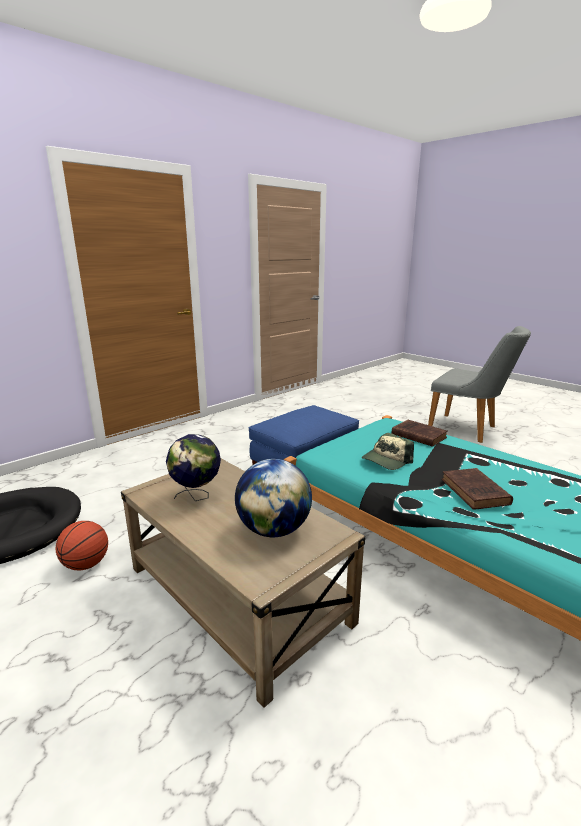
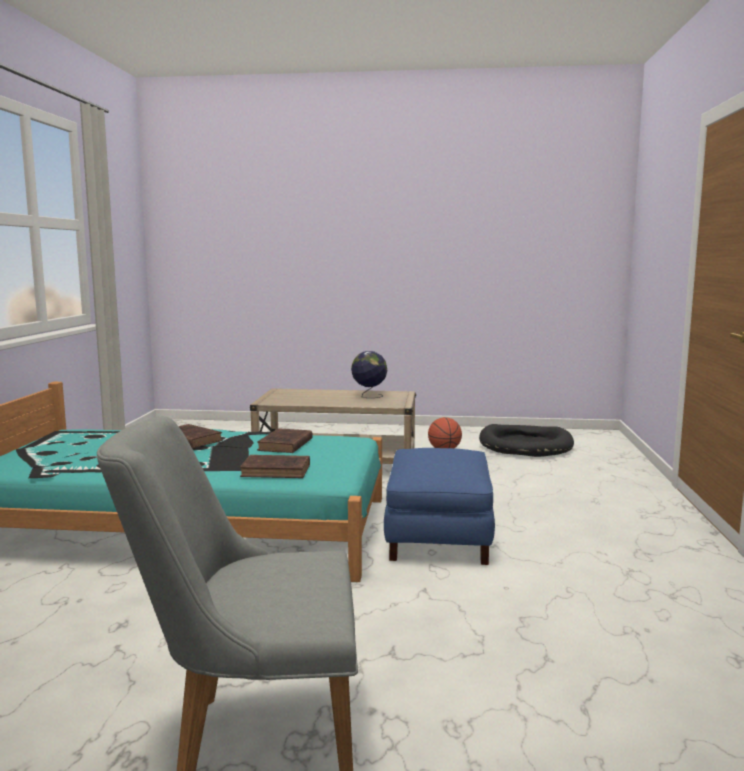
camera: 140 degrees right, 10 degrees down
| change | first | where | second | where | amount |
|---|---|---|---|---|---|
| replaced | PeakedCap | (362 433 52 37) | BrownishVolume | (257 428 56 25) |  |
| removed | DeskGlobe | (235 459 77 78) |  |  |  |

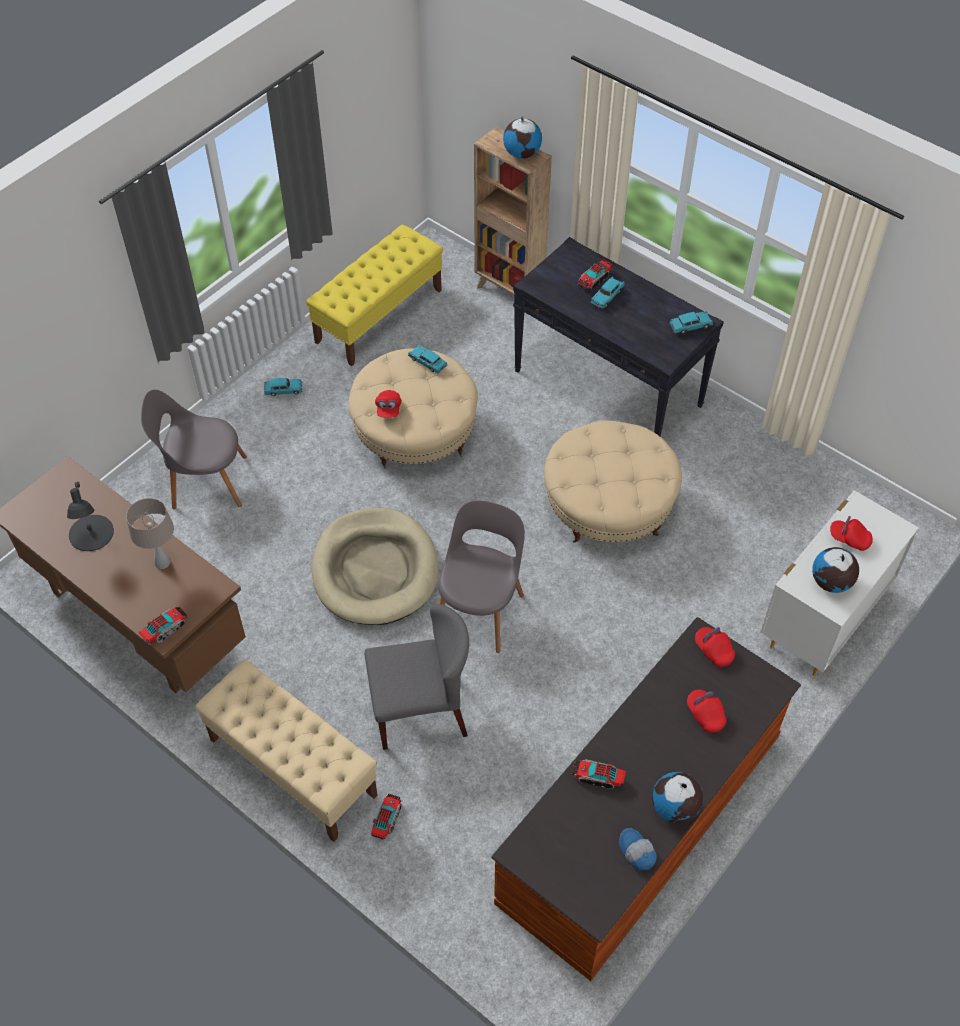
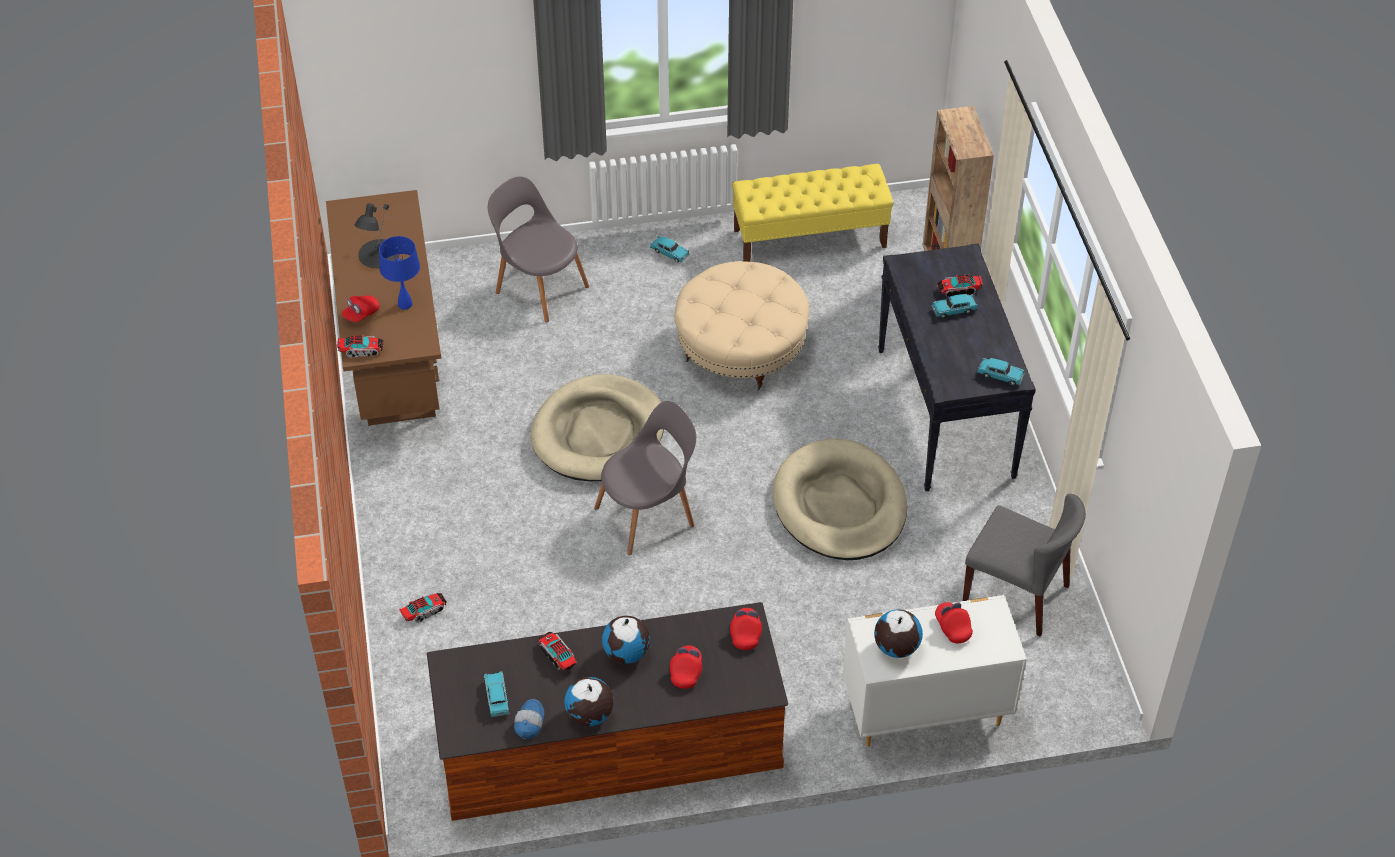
camera: 40 degrees right, 5 degrees down
| change | first | where | second | where | amount |
|---|---|---|---|---|---|
| moved | DeskGlobe | (503 116 39 43) |  | (602 616 48 48) |  |
| moved | BlueGreenModelCar | (408 345 39 28) |  | (484 671 26 46) |  |
| moved | RedColouredPeakedCap | (375 390 27 28) |  | (342 296 38 26) |  |
| replaced | BeigeFootrest | (544 420 138 122) | BeigePetBed | (773 439 134 121) |  |
| recoloured | BeigeLampForATable | (126 498 48 71) | BluishLampForATable | (379 236 41 74) |  |
| moved | GreyishChair | (365 604 104 146) |  | (963 494 123 143) |  |
| removed | BeigeIndoorBench | (195 659 182 183) |  |  |  |

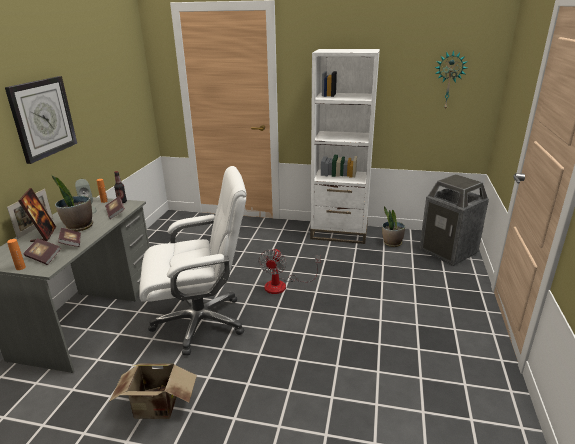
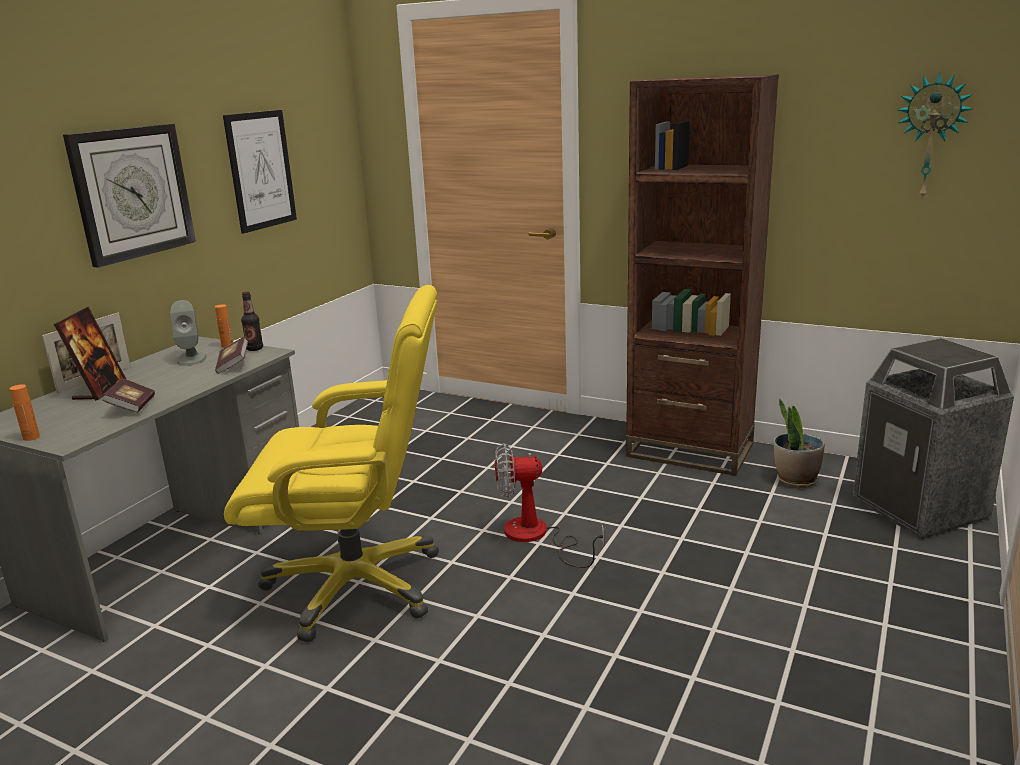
camera: 15 degrees right, 5 degrees down
| change | first | where | second | where | amount |
|---|---|---|---|---|---|
| recoloured | WhitishShelvingUnit | (310 49 70 195) | BrownishShelvingUnit | (626 75 153 401) |  |
| recoloured | WhitishComputerChair | (139 166 107 190) | YellowishComputerChair | (224 285 215 357) |  |
| removed | Houseplant | (52 175 41 56) |  |  |  |
| removed | Volume | (23 238 38 27) |  |  |  |
| turned | CoolingFan | (258 248 63 46) |  | (495 443 109 125) | 60 degrees clockwise |
| removed | CardboardBox | (109 364 88 55) |  |  |  |
| added |  |  | Picture | (223 110 74 124) |  |

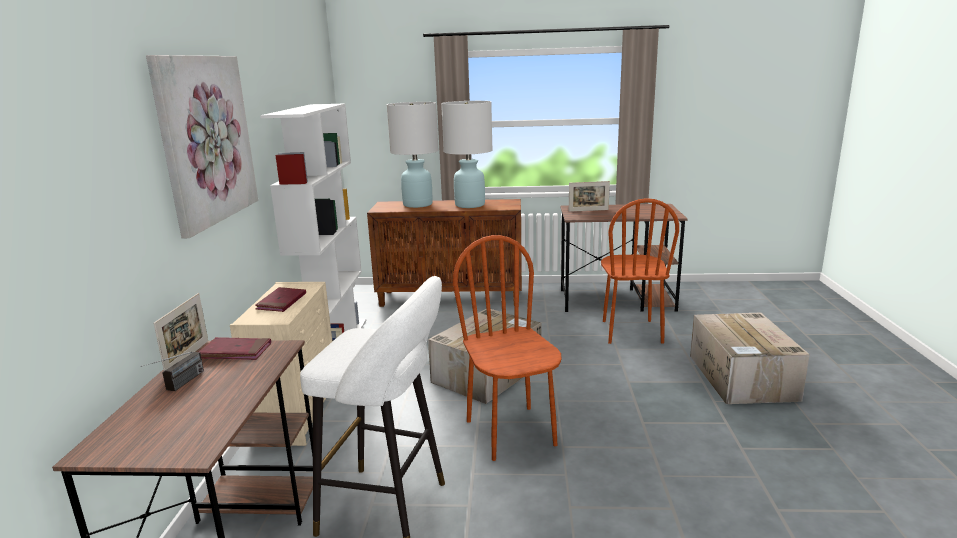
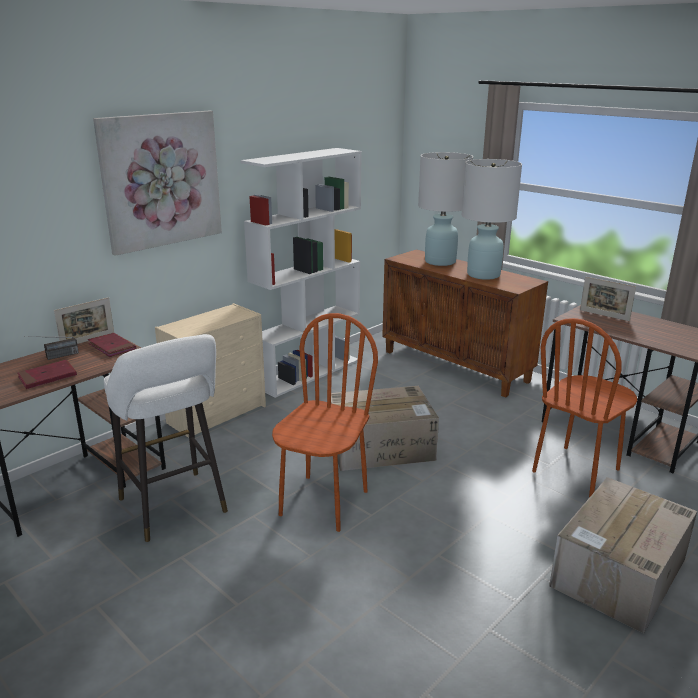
camera: 40 degrees right, 5 degrees up
| change | first | where | second | where | amount |
|---|---|---|---|---|---|
| moved | RedColouredVolume | (255 287 51 25) |  | (17 360 60 29) |  |

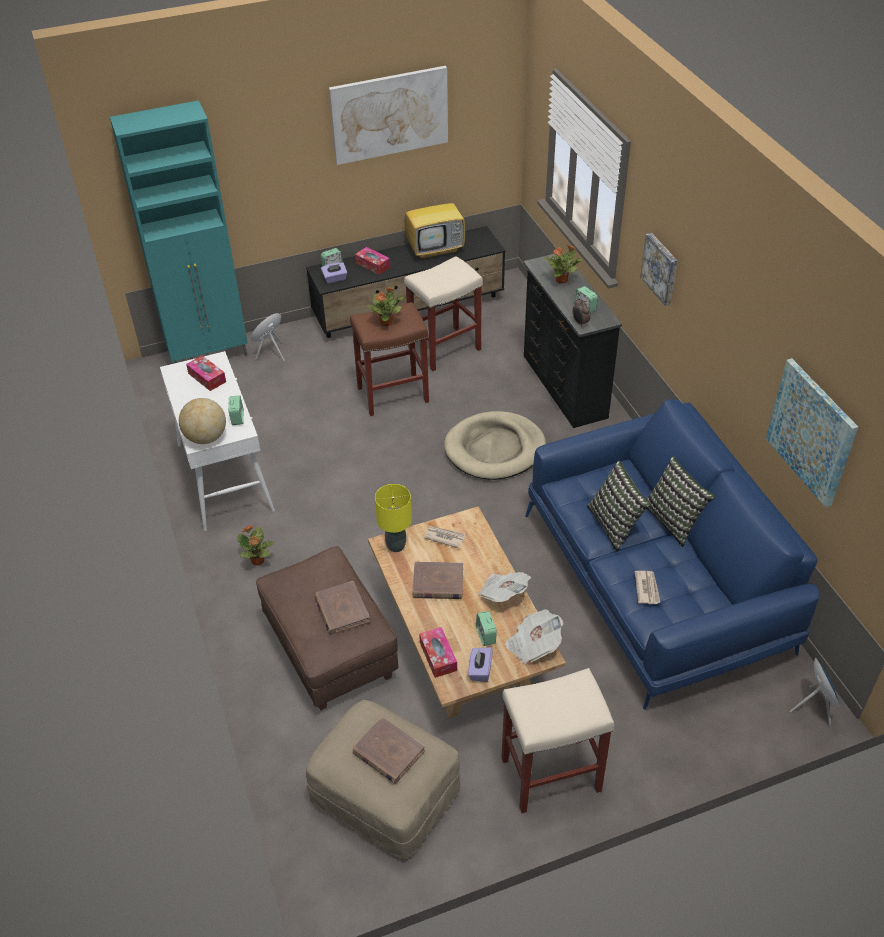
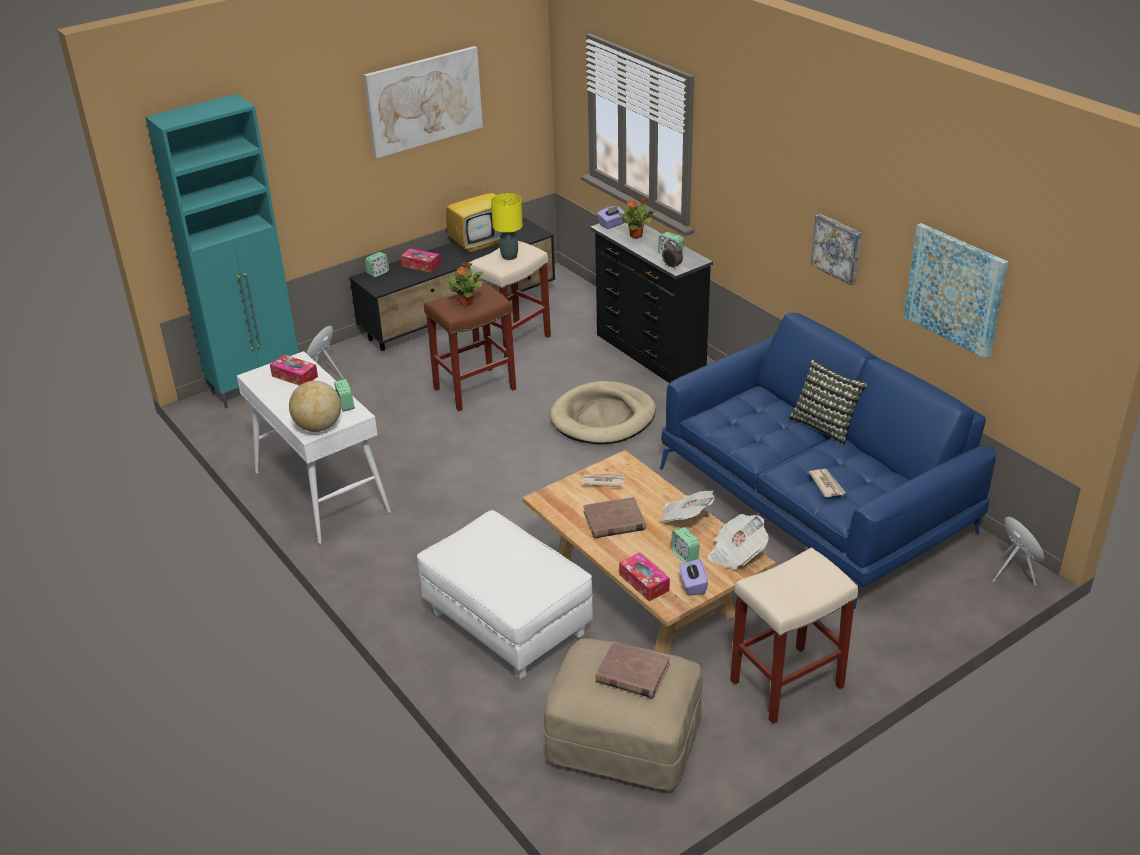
camera: 15 degrees left, 10 degrees down
| change | first | where | second | where | amount |
|---|---|---|---|---|---|
| moved | Picture | (640 233 38 73) |  | (811 214 50 72) |  |
| moved | PurplishBoxOfTissues | (321 262 26 21) |  | (597 206 28 23) |  |
| removed | Pillow | (587 461 64 91) |  |  |  |
| moved | YellowishLampForATable | (375 484 37 68) |  | (491 193 32 67) |  |
| removed | Houseplant | (237 525 37 40) |  |  |  |
| recoloured | BrownishFootrest | (256 546 143 164) | WhitishFootrest | (417 510 176 169) |  |
| removed | BrownishVolume | (314 581 56 54) |  |  |  |

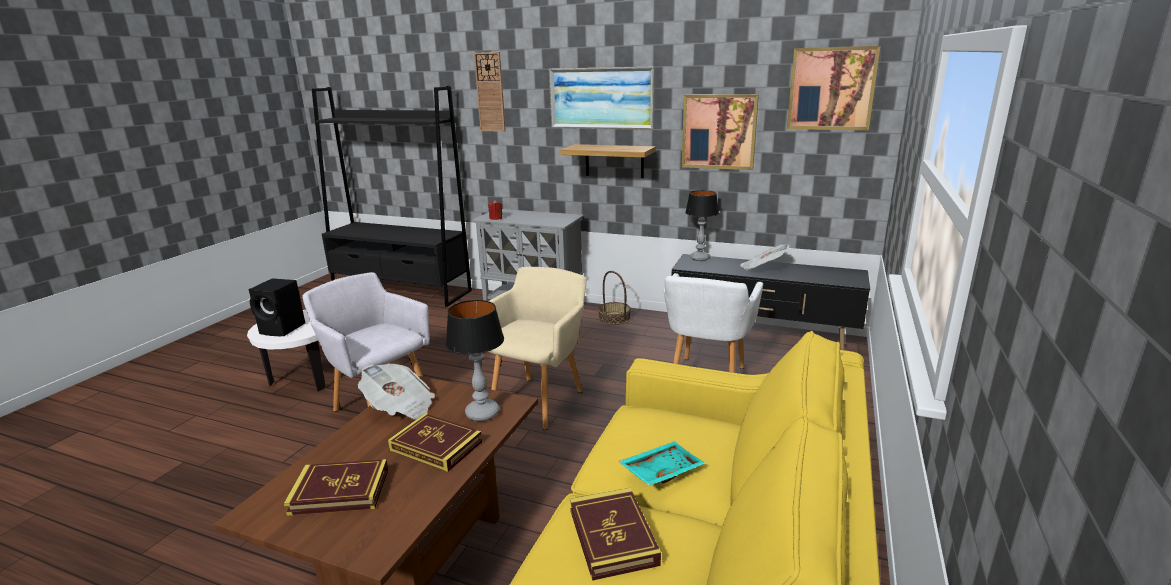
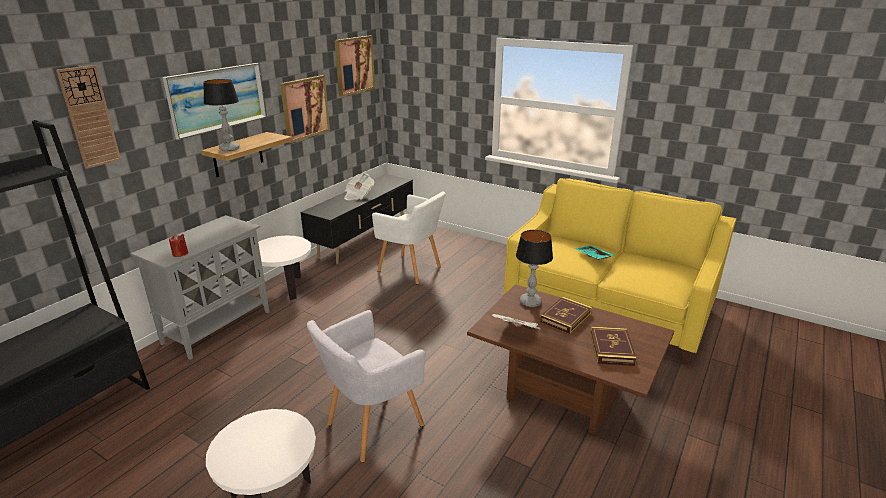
camera: 80 degrees left, 5 degrees up
| change | first | where | second | where | amount |
|---|---|---|---|---|---|
| moved | LampForATable | (685 190 34 71) |  | (203 79 37 73) |  |
| removed | BeigeArmchair | (488 267 98 163) |  |  |  |
| replaced | Basket | (598 271 33 54) | WhitishSideTable | (258 235 53 65) |  |
| removed | BlackAudioSpeaker | (248 278 57 58) |  |  |  |
| removed | Volume | (570 488 91 93) |  |  |  |

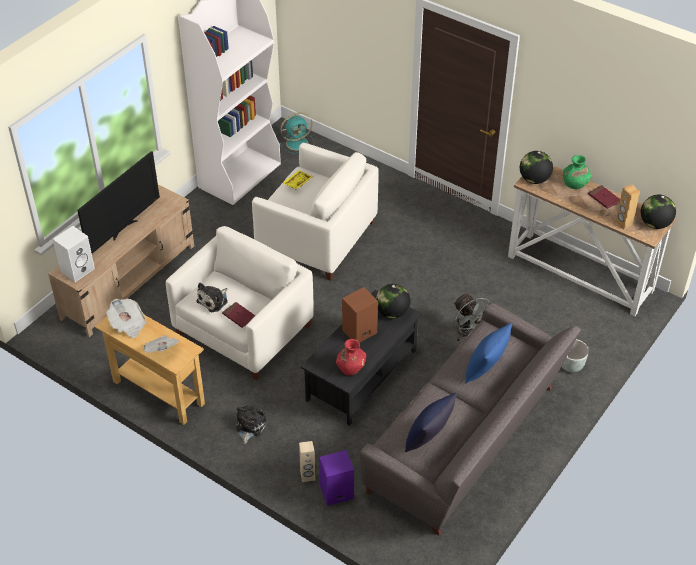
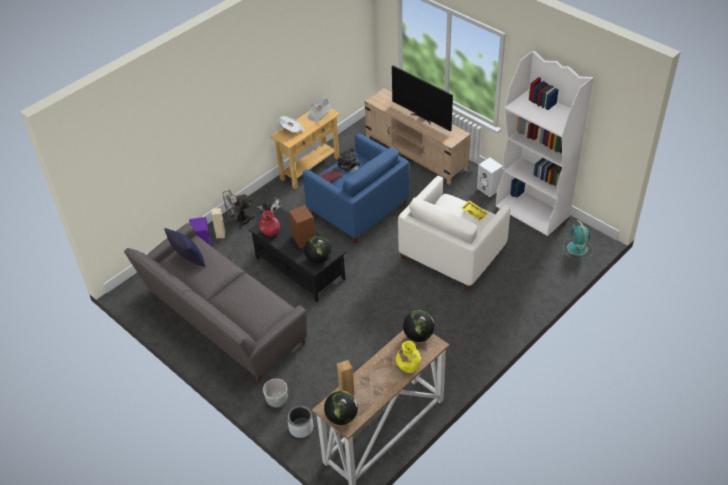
camera: 100 degrees right, 0 degrees up
| change | first | where | second | where | amount |
|---|---|---|---|---|---|
| recoloured | GreenColouredFlowerVase | (563 155 29 34) | YellowishFlowerVase | (396 341 25 32) |  |
| removed | RedColouredVolume | (588 185 32 24) |  |  |  |
| moved | WhitishAudioSpeaker | (53 226 42 56) |  | (477 158 26 39) |  |
| recoloured | WhitishArmchair | (166 226 148 154) | BluishArmchair | (303 133 106 111) |  |
| moved | GreyishCoolingFan | (454 293 36 48) |  | (222 190 33 39) |  |
| removed | BluishPillow | (465 323 47 60) |  |  |  |
| added |  |  | GreyishPlantPot | (287 405 26 33) |  |

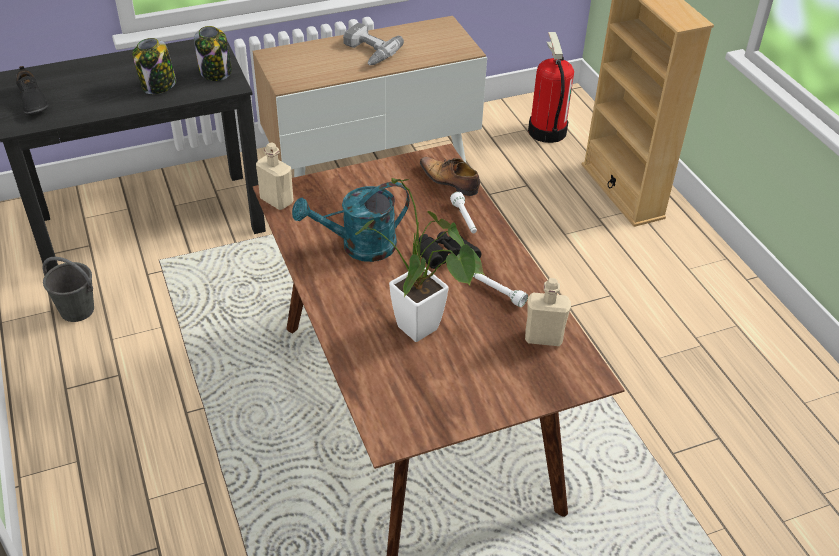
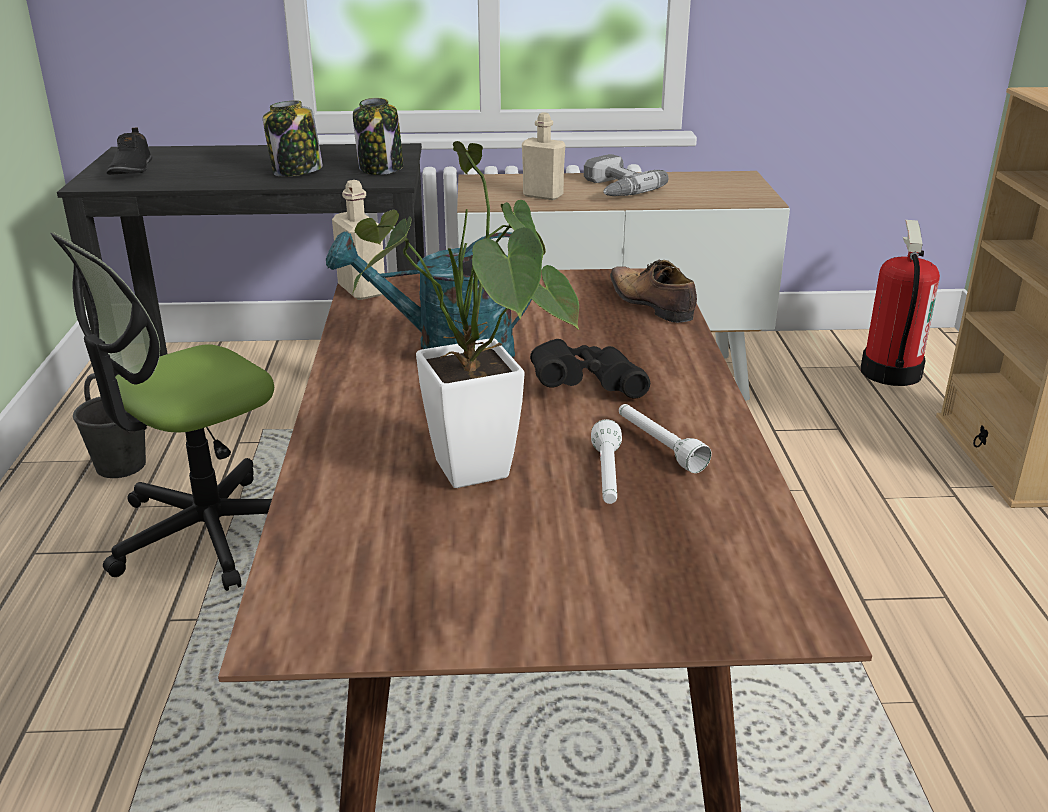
camera: 20 degrees right, 15 degrees down
| change | first | where | second | where | amount |
|---|---|---|---|---|---|
| moved | WhitishFlashlight | (450 192 27 41) |  | (591 419 31 85) |  |
| moved | BeigeBeverageBottle | (525 278 46 68) |  | (522 112 43 88) |  |
| added |  |  | ComputerChair | (50 232 224 359) |  |

